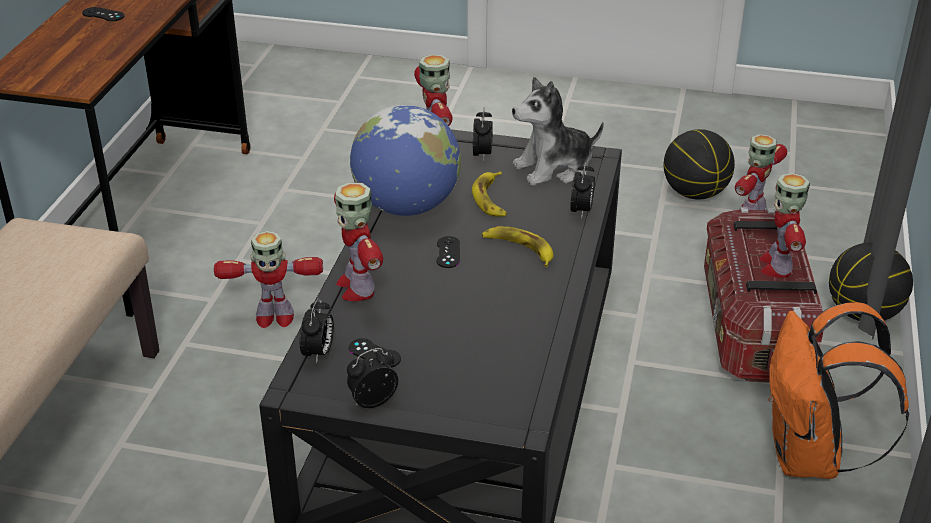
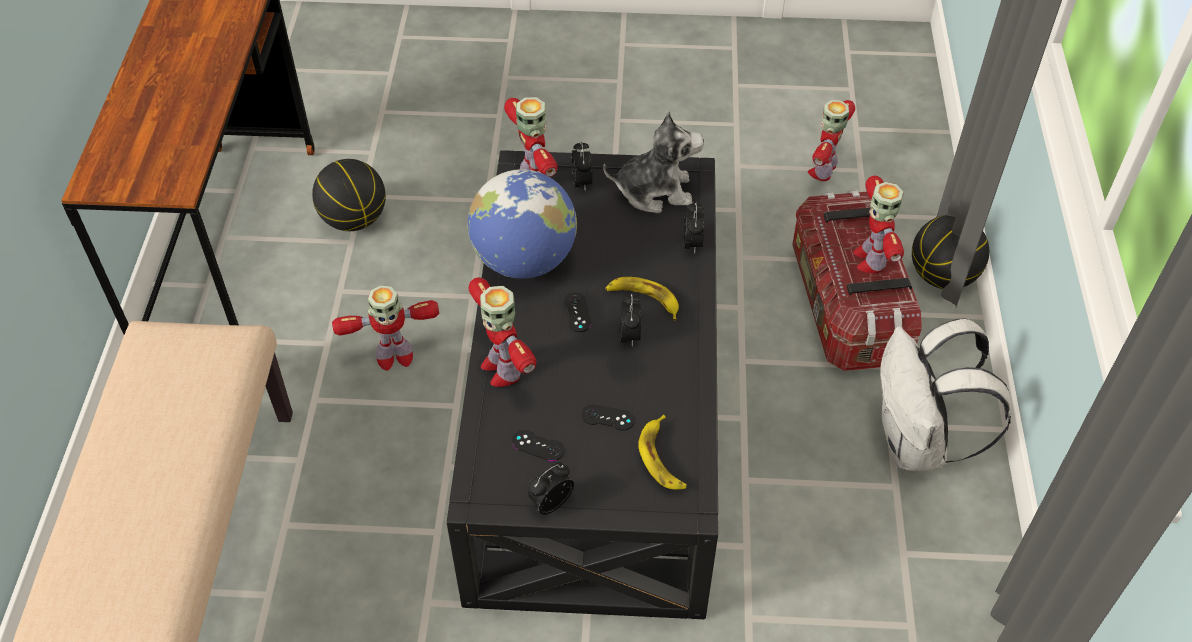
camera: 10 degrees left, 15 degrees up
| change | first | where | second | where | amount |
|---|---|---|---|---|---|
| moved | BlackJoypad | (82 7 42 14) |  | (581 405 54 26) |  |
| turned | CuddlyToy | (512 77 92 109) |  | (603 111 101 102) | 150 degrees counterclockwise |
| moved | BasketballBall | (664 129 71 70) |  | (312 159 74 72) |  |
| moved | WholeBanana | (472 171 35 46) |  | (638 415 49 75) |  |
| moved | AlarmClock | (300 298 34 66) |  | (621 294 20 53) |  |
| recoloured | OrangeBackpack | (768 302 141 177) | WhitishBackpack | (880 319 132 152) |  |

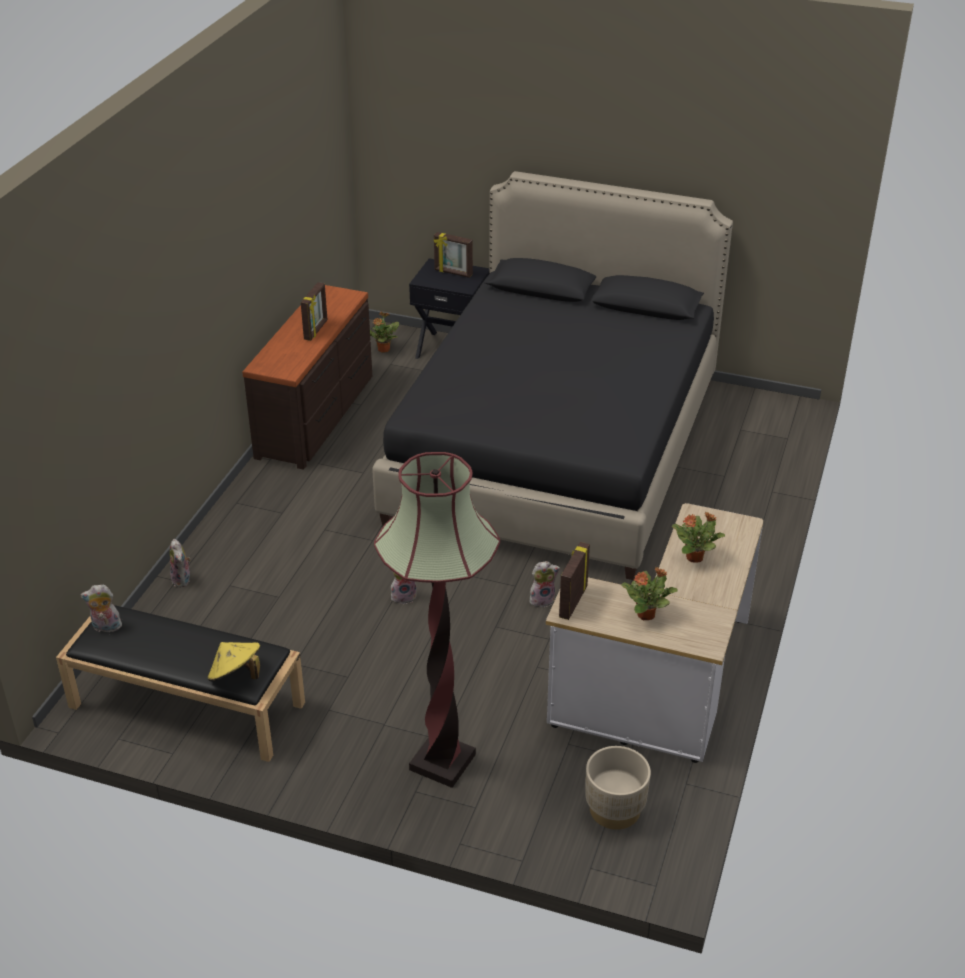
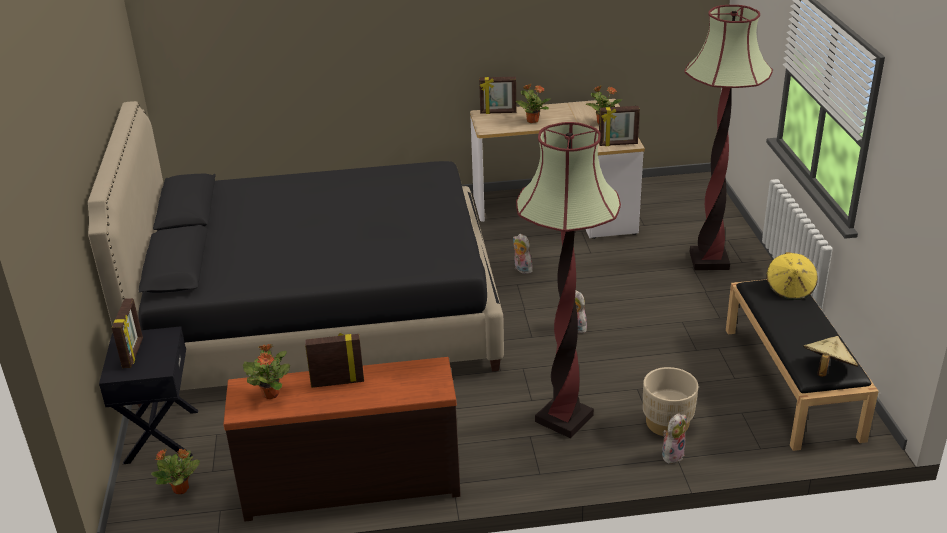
camera: 115 degrees left, 5 degrees down
| change | first | where | second | where | amount |
|---|---|---|---|---|---|
| replaced | CuddlyToy | (81 584 41 48) | BeigeHat | (803 336 55 41) |  |
| moved | BeigePlantPot | (585 746 66 84) |  | (643 367 55 69) |  |
| added |  |  | PictureFrame | (479 77 37 37) |  |
| added |  |  | StandardLamp | (516 122 105 316) |  |
| added |  |  | Houseplant | (243 344 47 55) |  |

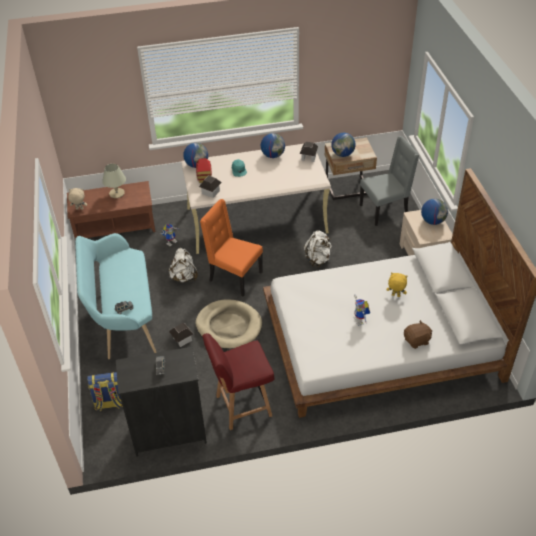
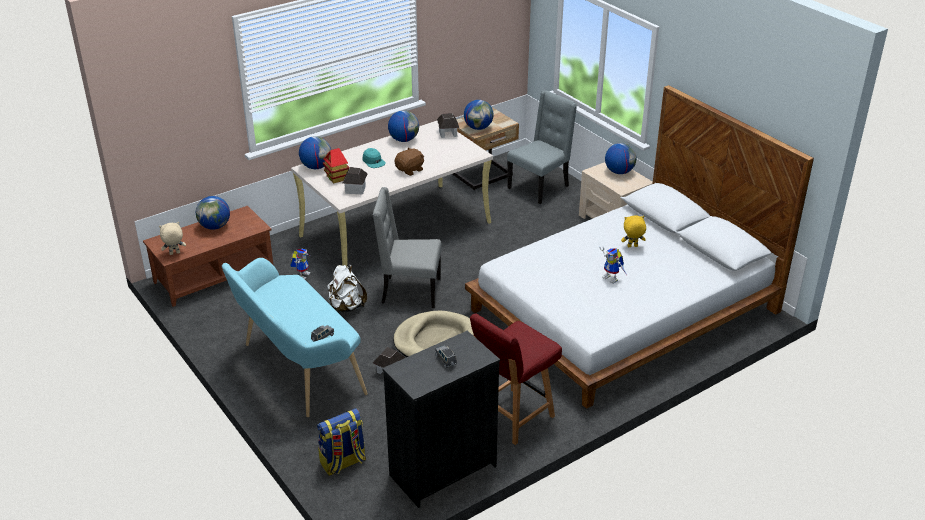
camera: 25 degrees left, 10 degrees down
| change | first | where | second | where | amount |
|---|---|---|---|---|---|
| replaced | BeigeLampForATable | (102 164 24 34) | DeskGlobe | (196 196 34 34) |  |
| recoloured | OrangeChair | (200 199 63 97) | GreyishChair | (373 187 69 121) |  |
| removed | WhitishBackpack | (304 230 28 37) |  |  |  |
| moved | BrownishCuddlyToy | (404 320 28 29) |  | (394 147 30 29) |  |

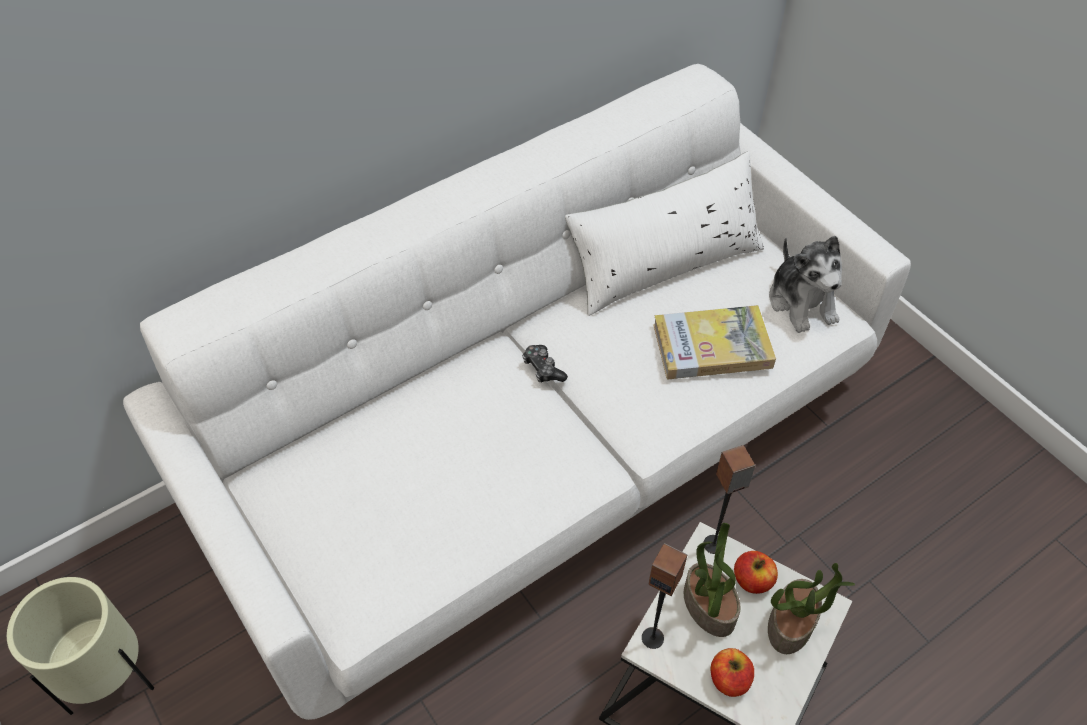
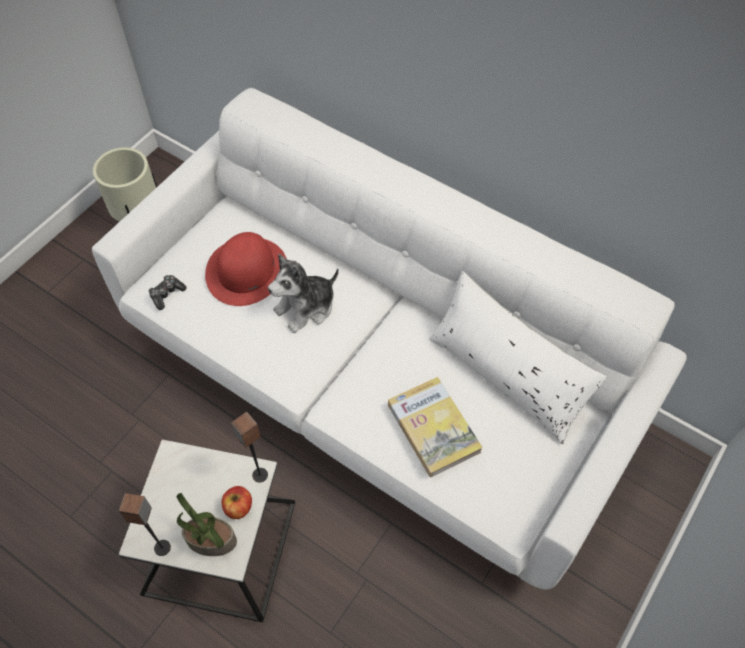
camera: 70 degrees right, 5 degrees up
| change | first | where | second | where | amount |
|---|---|---|---|---|---|
| moved | CuddlyToy | (769 236 73 97) |  | (268 254 71 79) |  |
| moved | Joypad | (522 345 46 38) |  | (149 275 38 35) |  |
| removed | Houseplant | (683 523 57 114) |  |  |  |
| moved | AudioSpeaker | (642 543 45 106) |  | (119 493 52 63) |  |
| removed | WholeApple | (711 648 43 49) |  |  |  |
| added |  |  | RedColouredHat | (205 232 82 74) |  |

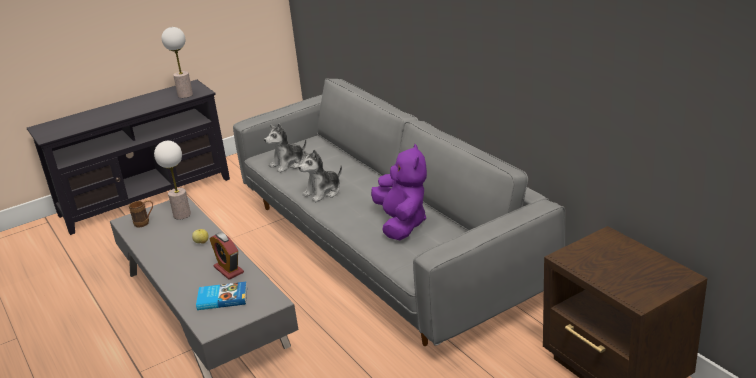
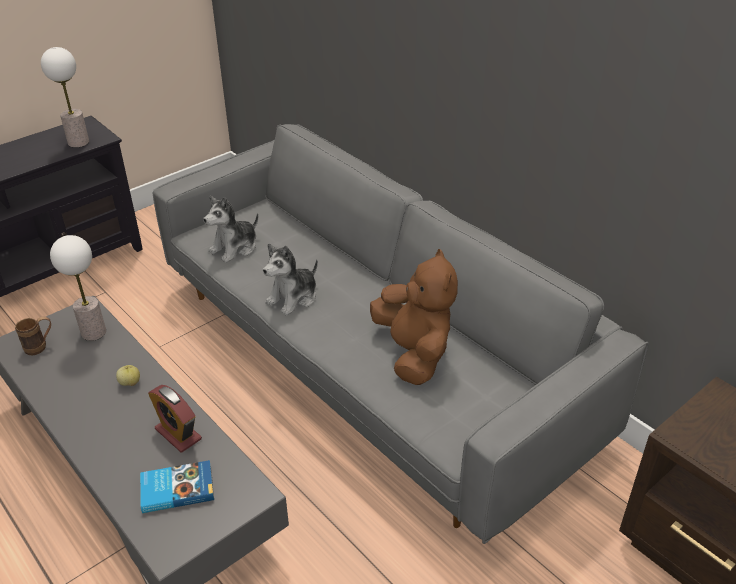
camera: 10 degrees left, 10 degrees up
| change | first | where | second | where | amount |
|---|---|---|---|---|---|
| recoloured | PurplishCuddlyToy | (371 144 56 96) | BrownishCuddlyToy | (370 249 88 136) |  |

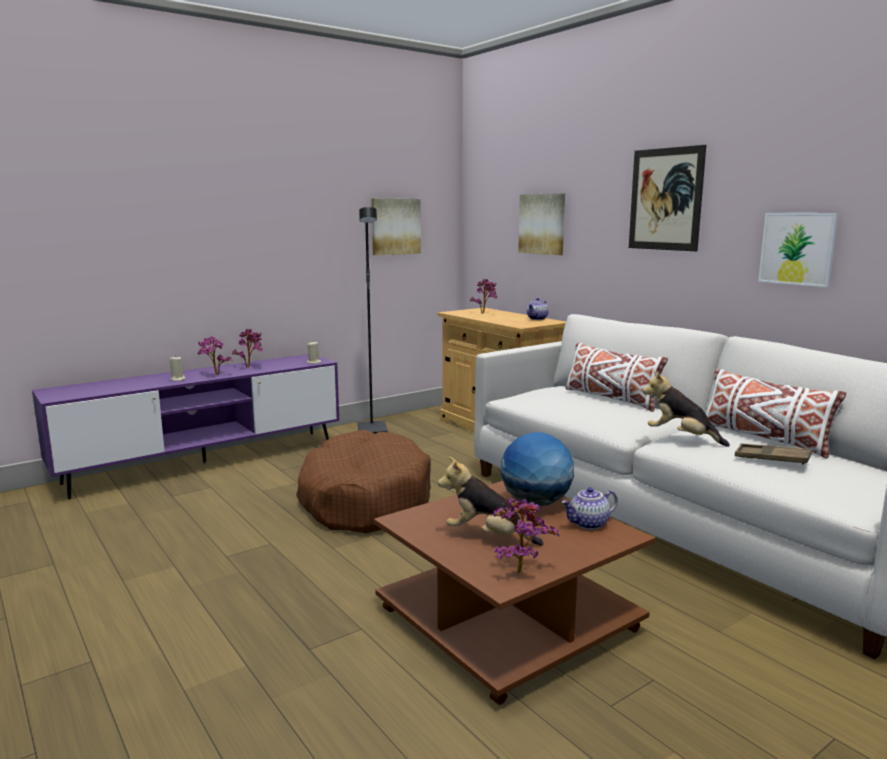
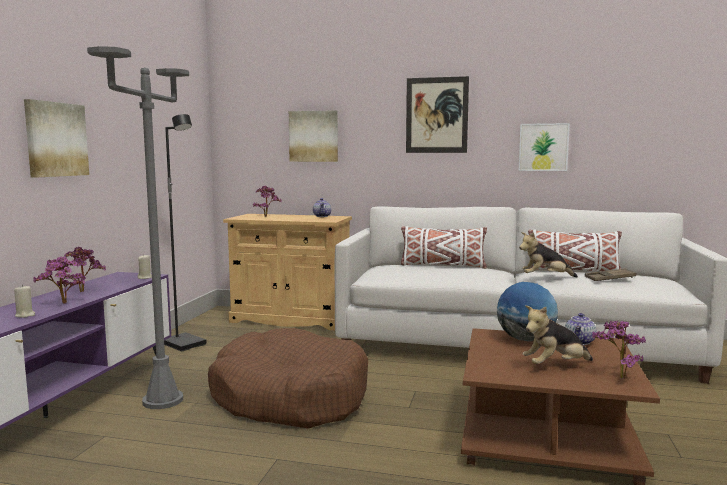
camera: 40 degrees left, 5 degrees down
| change | first | where | second | where | amount |
|---|---|---|---|---|---|
| moved | Picture | (371 198 50 57) |  | (24 99 65 78) |  |
| added |  |  | GreyishStandardLamp | (87 46 102 363) |  |

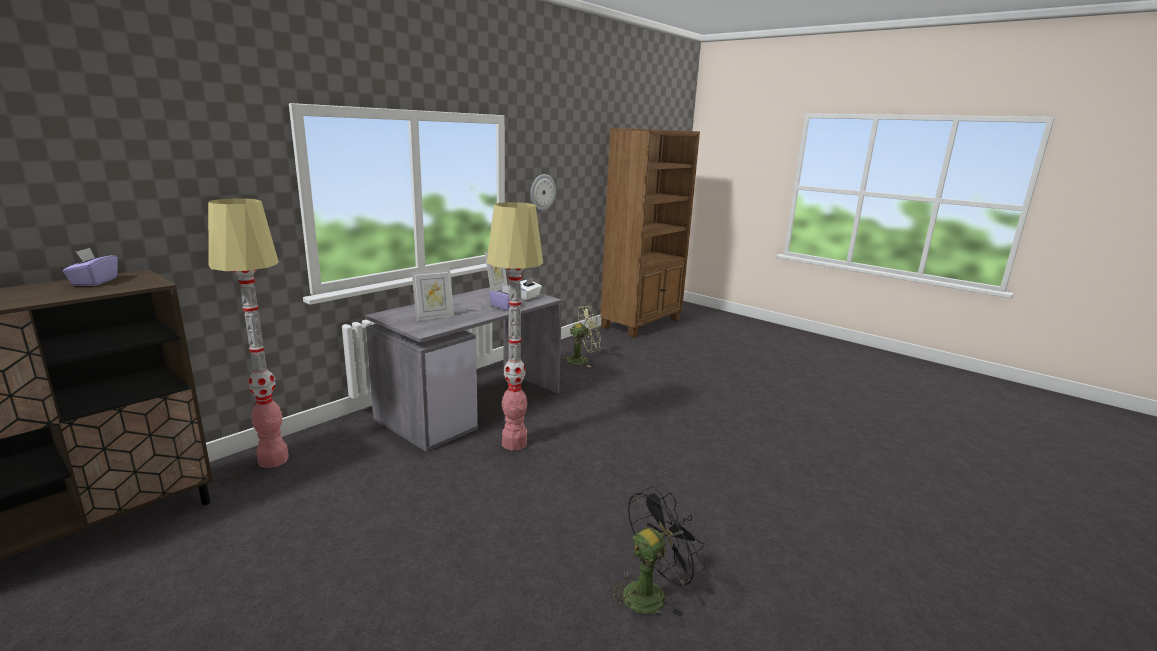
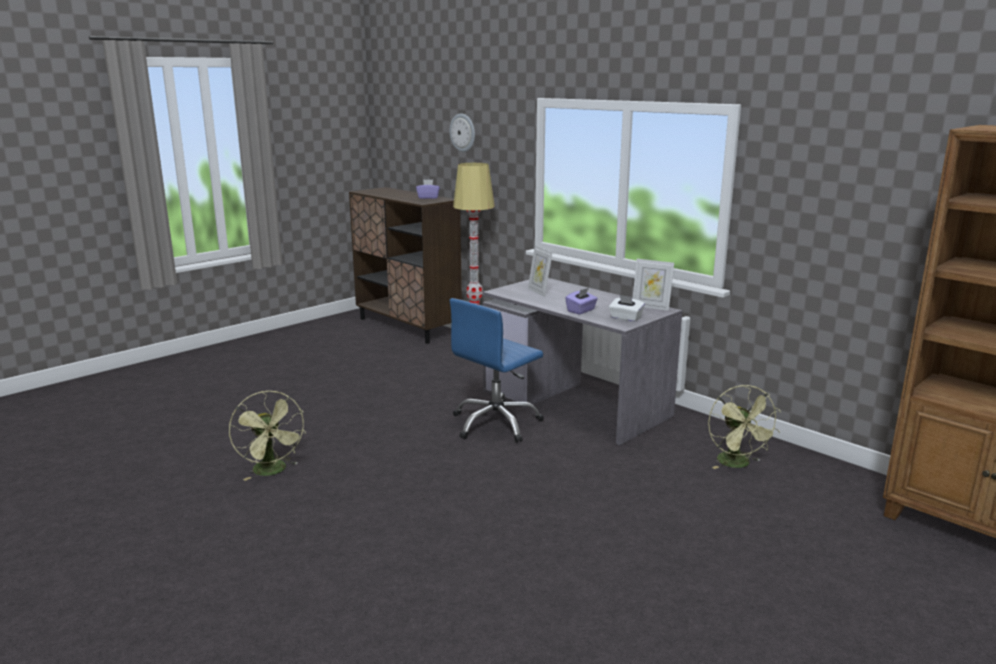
camera: 95 degrees right, 0 degrees up
| change | first | where | second | where | amount |
|---|---|---|---|---|---|
| moved | WallClock | (530 174 26 36) |  | (449 113 26 39) |  |
| replaced | StandardLamp | (487 202 56 249) | BluishComputerChair | (450 298 94 145) |  |
| recoloured | BlackCoolingFan | (609 486 97 131) | GreenColouredCoolingFan | (229 391 77 90) |  |

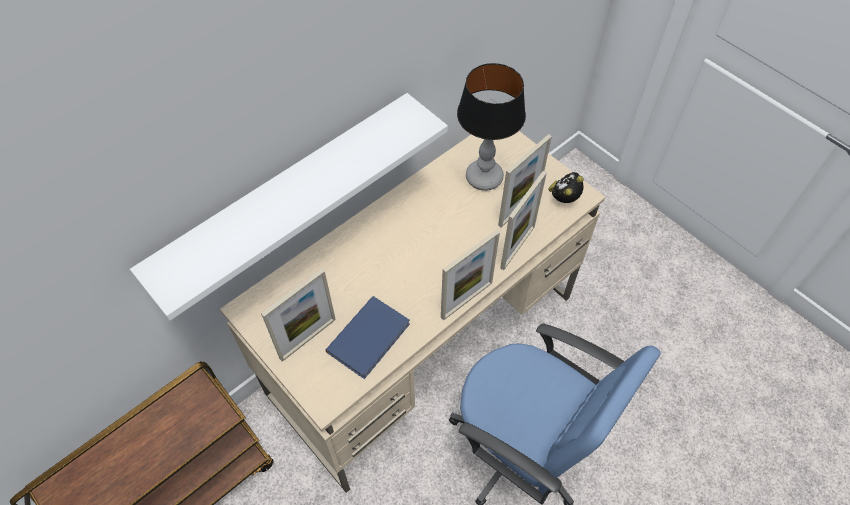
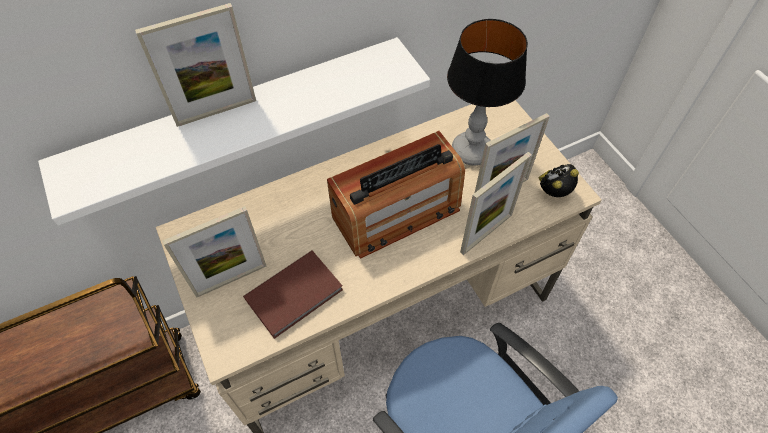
camera: 15 degrees right, 0 degrees up
| change | first | where | second | where | amount |
|---|---|---|---|---|---|
| moved | PictureFrame | (441 230 59 91) |  | (135 3 121 124) |  |
| recoloured | BluishVolume | (326 296 84 83) | BrownishVolume | (243 250 100 89) |  |
| added |  |  | Radio | (327 131 138 128) |  |

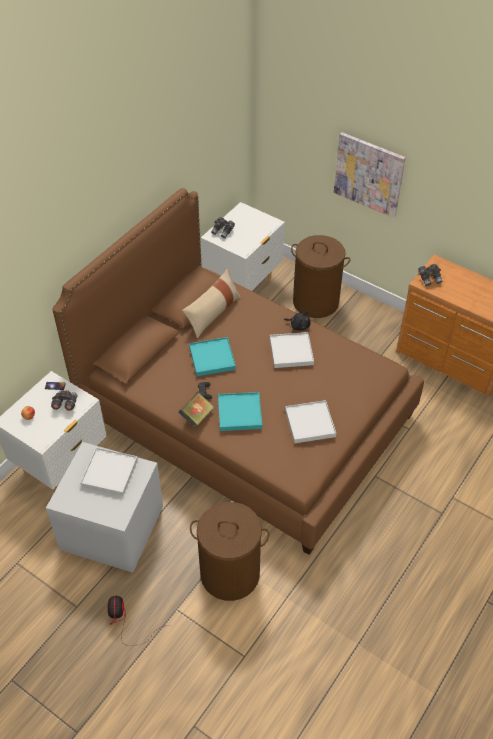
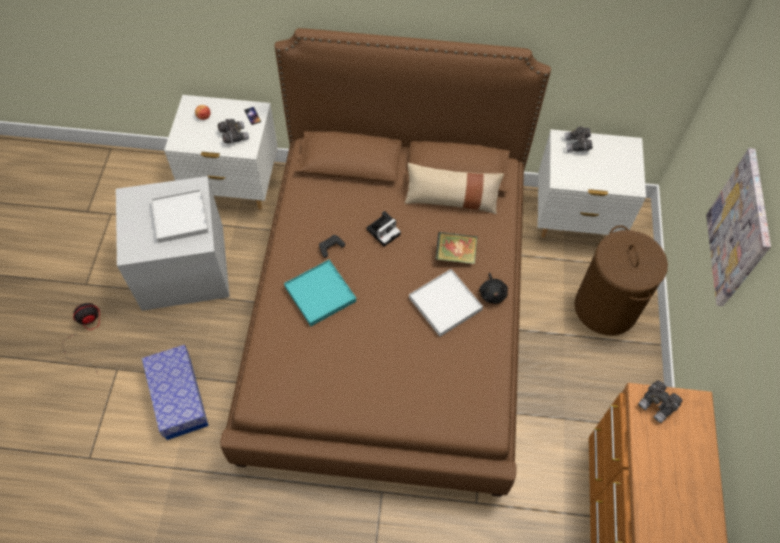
camera: 60 degrees right, 10 degrees up
| change | first | where | second | where | amount |
|---|---|---|---|---|---|
| replaced | BlueGreenCarryingTray | (189 337 47 39) | PhotoCamera | (366 211 35 36) |  |
| moved | Volume | (179 392 35 36) |  | (435 232 42 32) |  |
| removed | WhitishCarryingTray | (285 400 51 43) |  |  |  |
| replaced | BrownishHamper | (190 502 79 99) | StorageContainer | (142 345 67 95) |  |

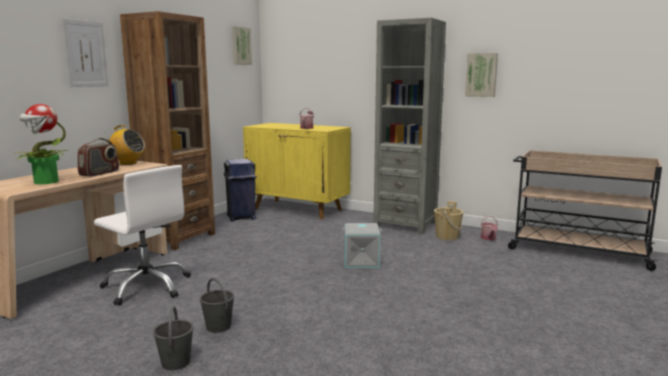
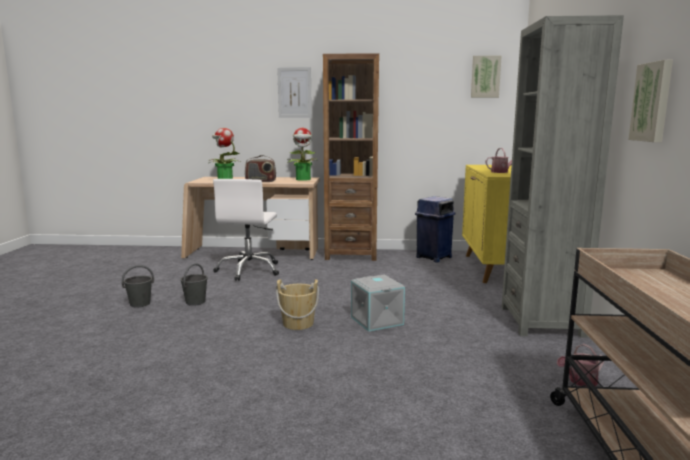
camera: 65 degrees right, 0 degrees up
| change | first | where | second | where | amount |
|---|---|---|---|---|---|
| replaced | Radio | (104 125 41 40) | Houseplant | (287 128 29 53) |  |
| moved | BeigePail | (434 201 29 39) |  | (276 279 43 51) |  |

